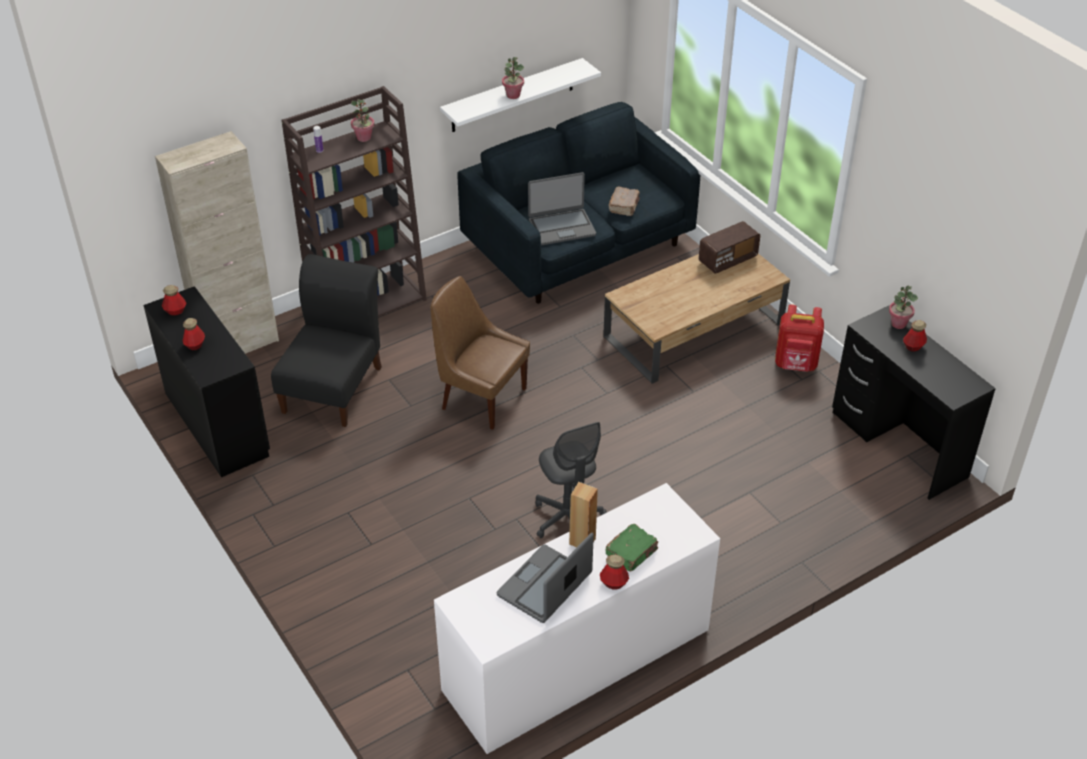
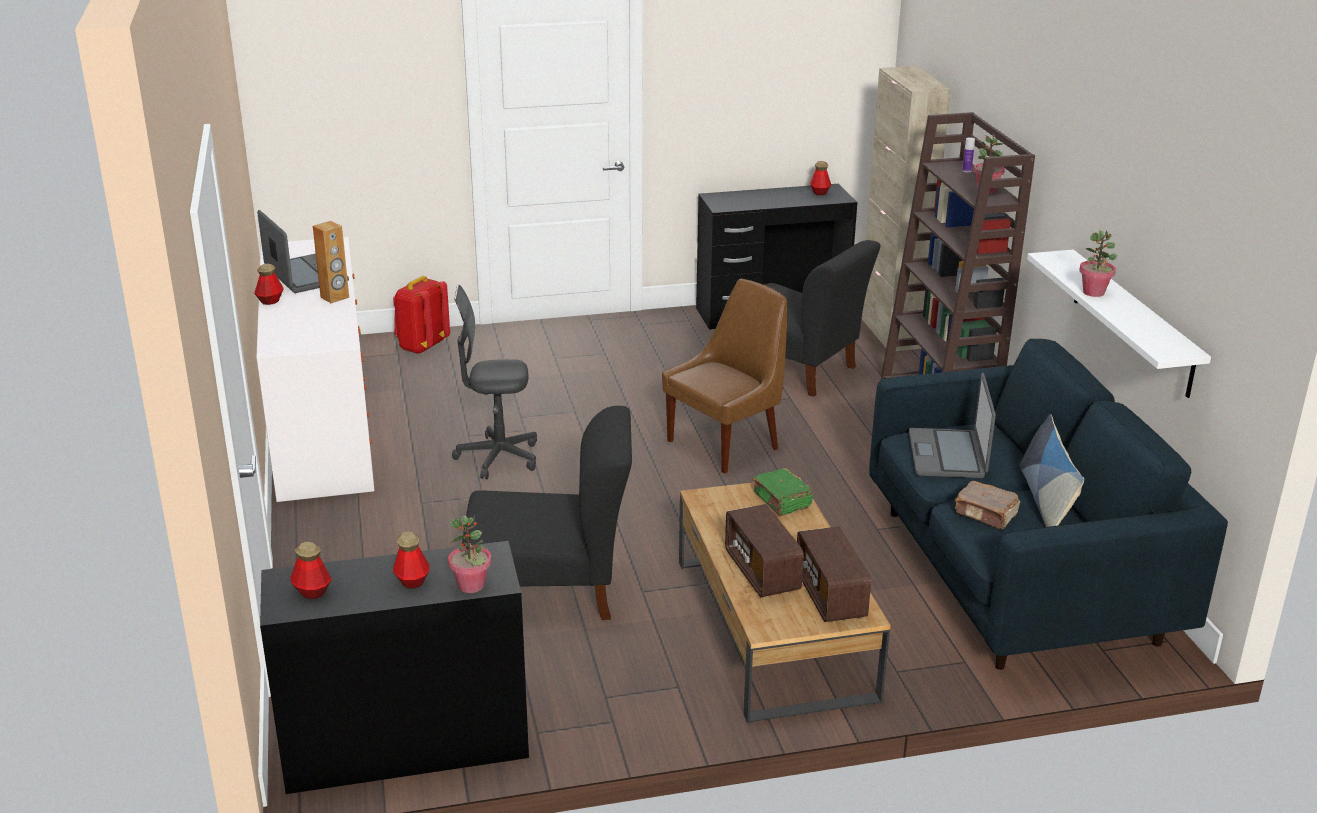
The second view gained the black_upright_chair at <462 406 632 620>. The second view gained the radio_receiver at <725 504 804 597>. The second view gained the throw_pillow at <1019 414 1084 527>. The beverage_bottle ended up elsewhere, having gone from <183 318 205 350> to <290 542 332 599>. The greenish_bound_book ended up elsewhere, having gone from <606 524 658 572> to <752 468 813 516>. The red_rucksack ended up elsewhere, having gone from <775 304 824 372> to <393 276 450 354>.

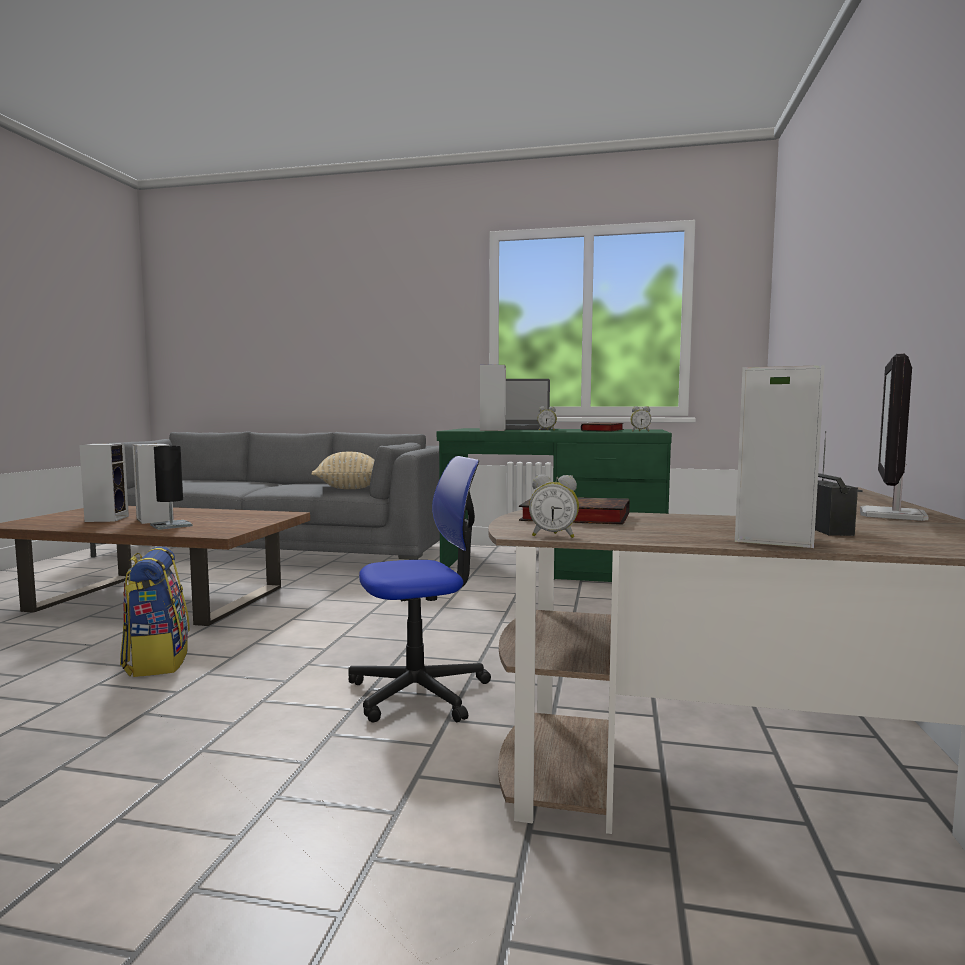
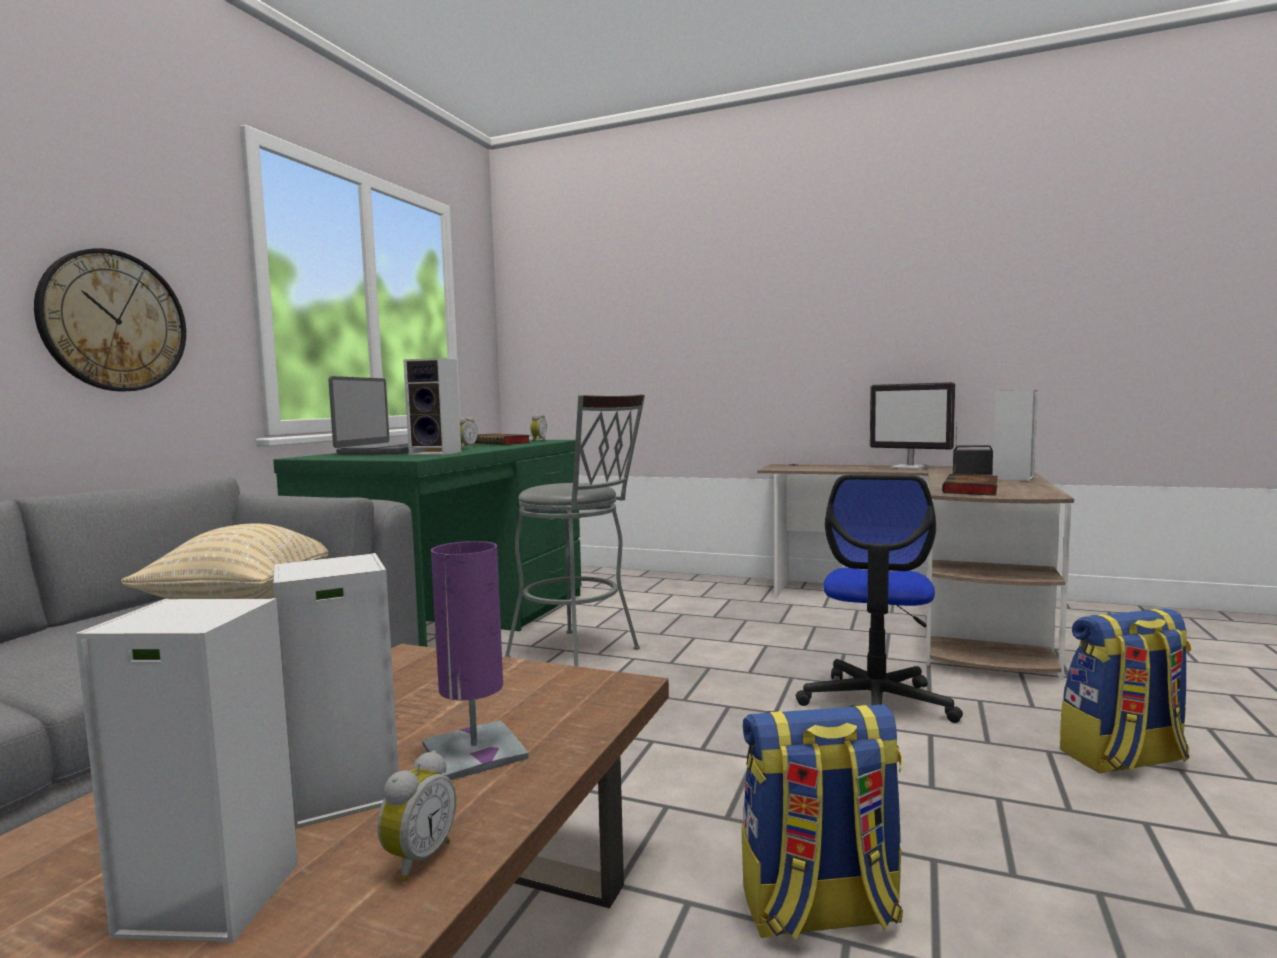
The second view gained the clock_on_the_wall at <34 248 186 392>. The second view gained the grey_stool_seat at <504 394 645 666>. The second view gained the rucksack at <1060 608 1192 774>. The table_clock ended up elsewhere, having gone from <529 474 579 538> to <377 750 456 882>. What was the black_lamp_for_a_table at <150 446 193 530> turned into the purplish_lamp_for_a_table at <423 541 528 780>. The computer_chair at <348 456 491 722> ended up facing another way, 150 degrees counterclockwise from before.

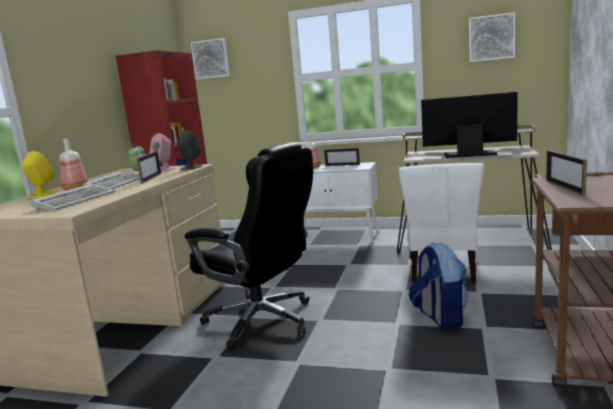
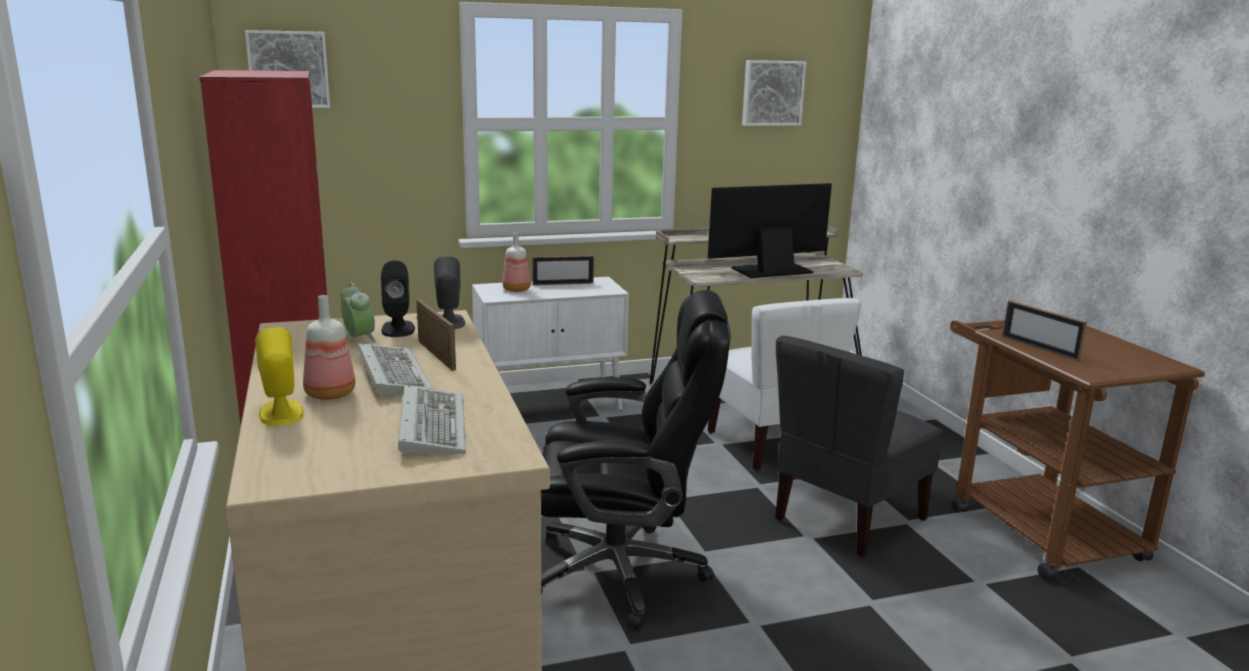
Where the rucksack stood at <409 242 468 330>, the grey_upright_chair came to stand at <775 336 943 557>. What was the pink-coloured_speaker at <149 133 176 172> turned into the black_speaker at <381 260 415 337>.

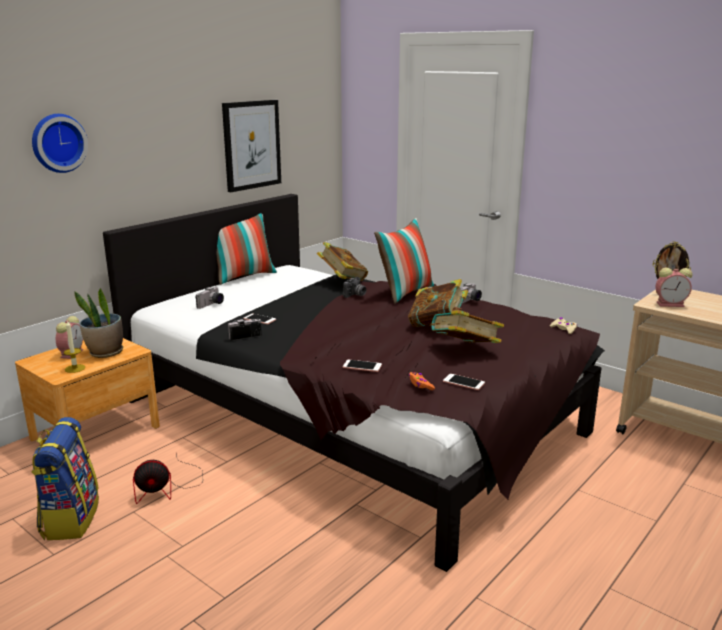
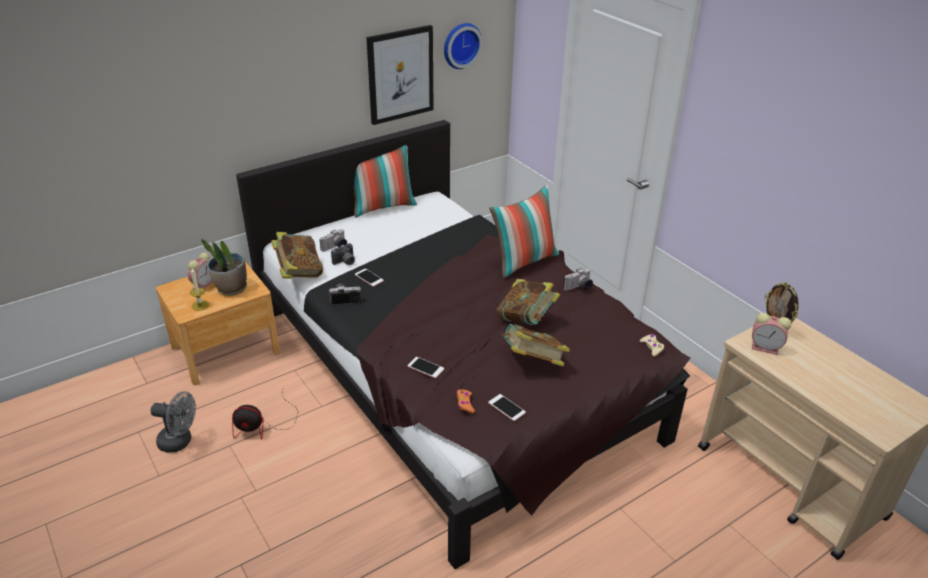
The clock_on_the_wall ended up elsewhere, having gone from <32 114 88 173> to <444 23 483 69>. The bound_book ended up elsewhere, having gone from <317 242 368 281> to <271 232 323 279>. The still_camera ended up elsewhere, having gone from <343 277 367 298> to <331 243 355 265>. Where the rucksack stood at <31 417 99 540>, the grey_electric_fan came to stand at <151 391 196 453>.

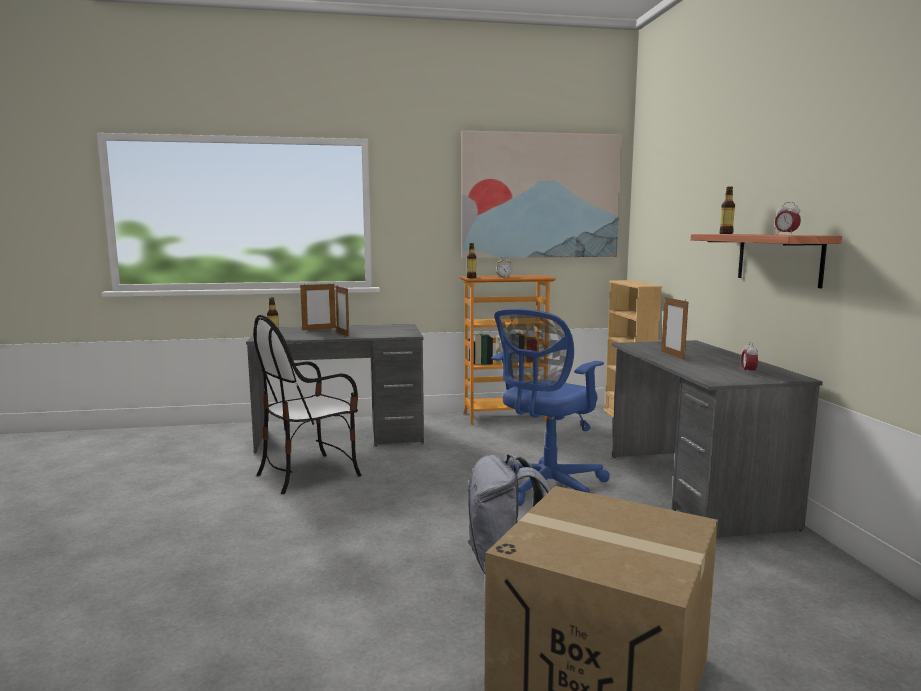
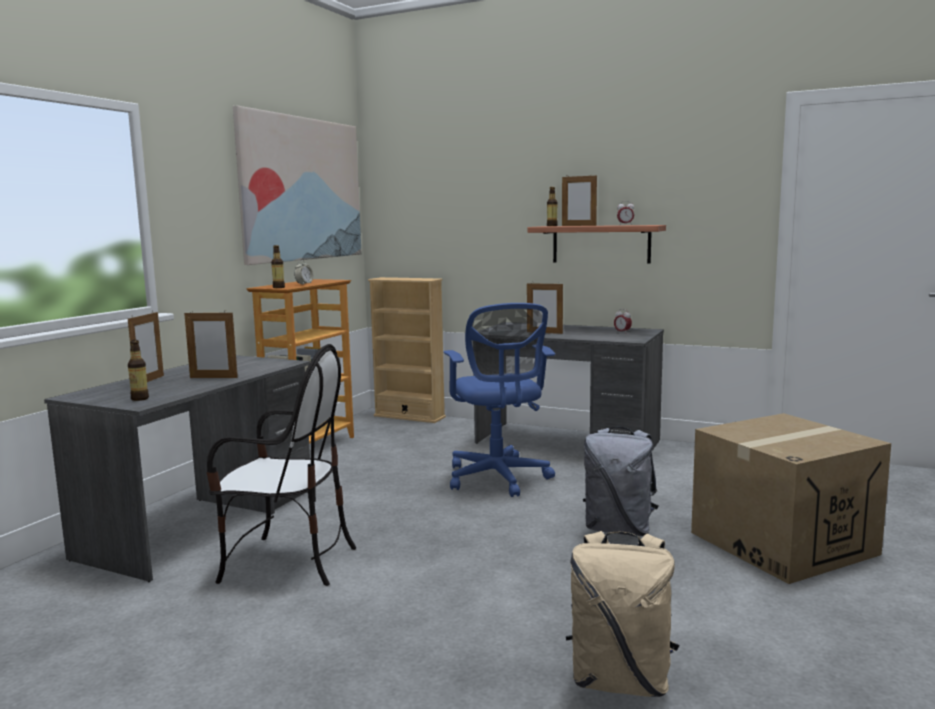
The second view gained the picture_frame at <562 174 597 226>. The second view gained the beige-coloured_rucksack at <566 531 679 697>. The upright_chair at <253 315 362 494> ended up facing another way, 75 degrees counterclockwise from before.

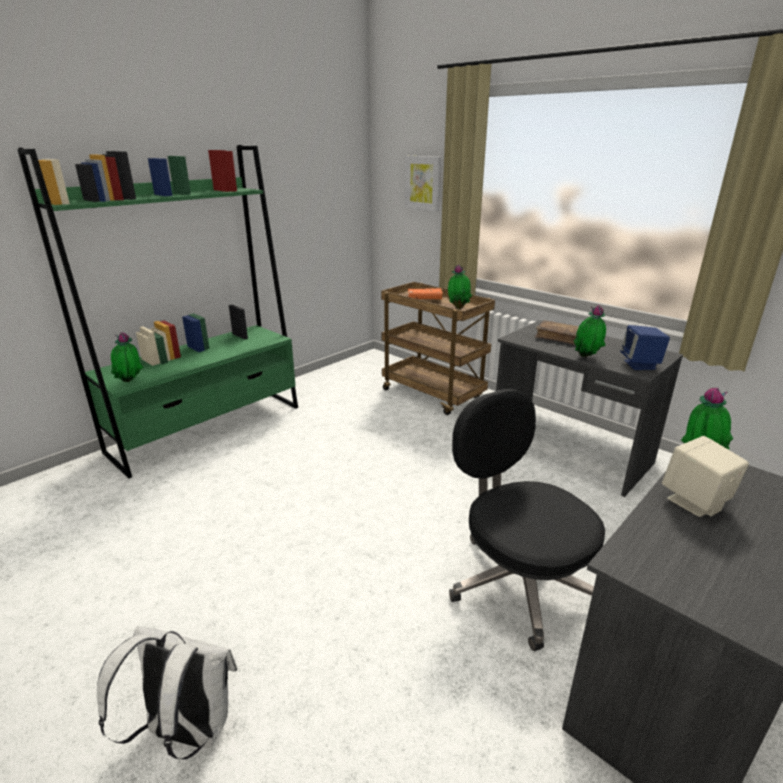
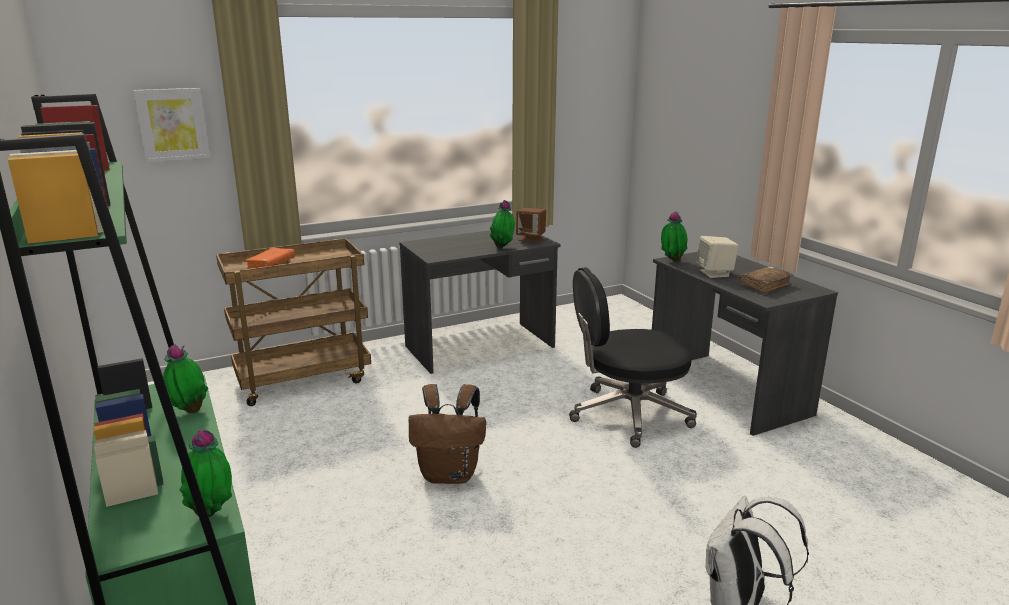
The second view gained the brownish_rucksack at <408 384 486 484>. The houseplant ended up elsewhere, having gone from <448 265 472 309> to <163 344 208 413>. The brownish_bound_book ended up elsewhere, having gone from <535 320 579 345> to <739 266 794 294>. What was the bluish_speaker at <620 325 670 370> turned into the brownish_speaker at <516 208 546 243>.

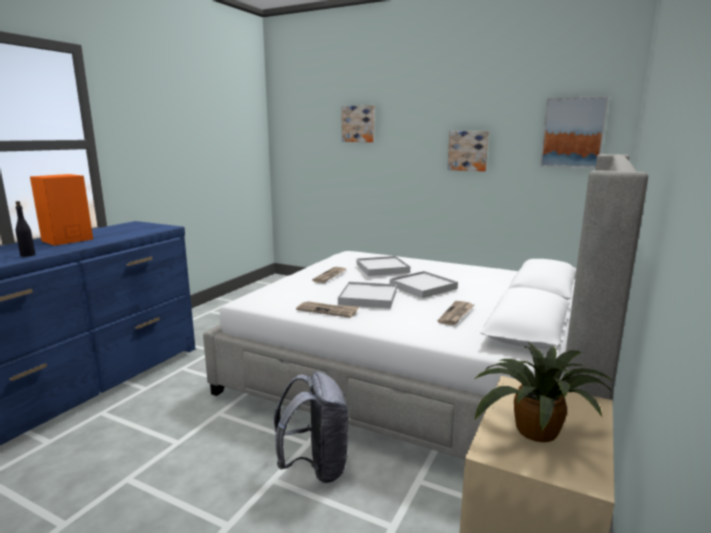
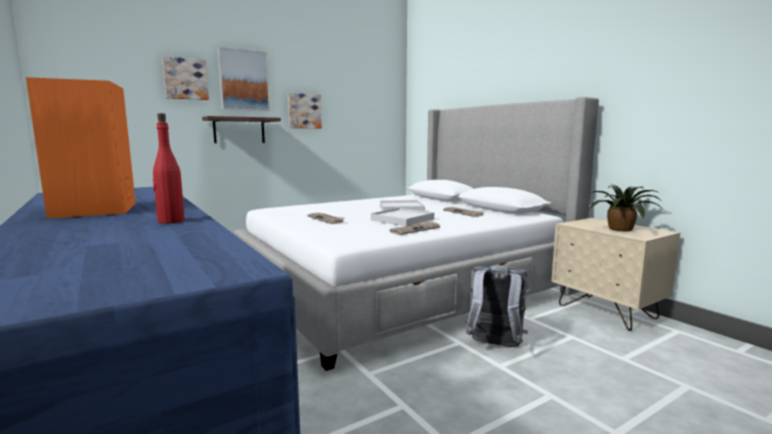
The second view lost the white-coloured_tray at <357 256 410 276>. The second view gained the shelf at <202 116 281 143>. The picture ended up elsewhere, having gone from <540 96 609 168> to <218 47 270 111>. What was the black_beverage_bottle at <15 201 35 257> turned into the red_beverage_bottle at <152 113 185 224>.

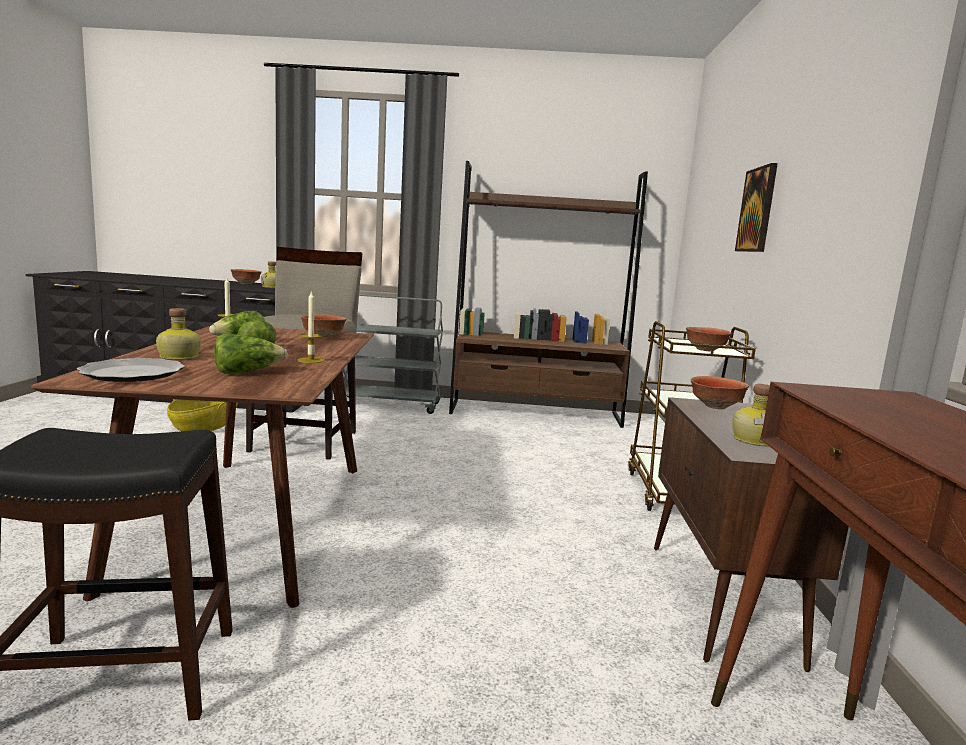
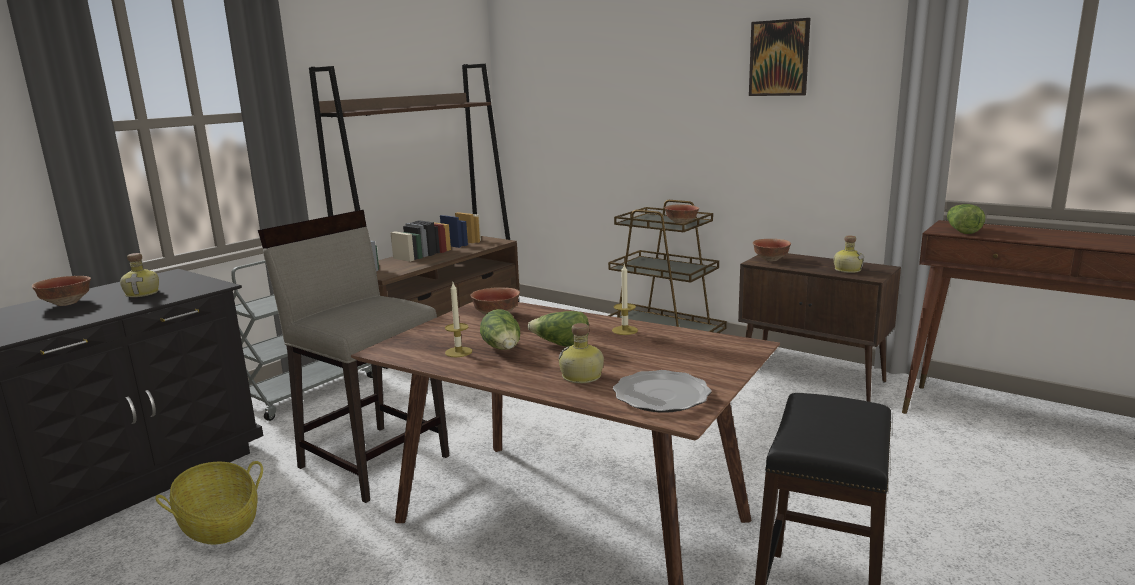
The lettuce_head ended up elsewhere, having gone from <214 334 288 374> to <947 204 985 234>. The picture ended up elsewhere, having gone from <735 163 778 252> to <749 18 810 96>.

